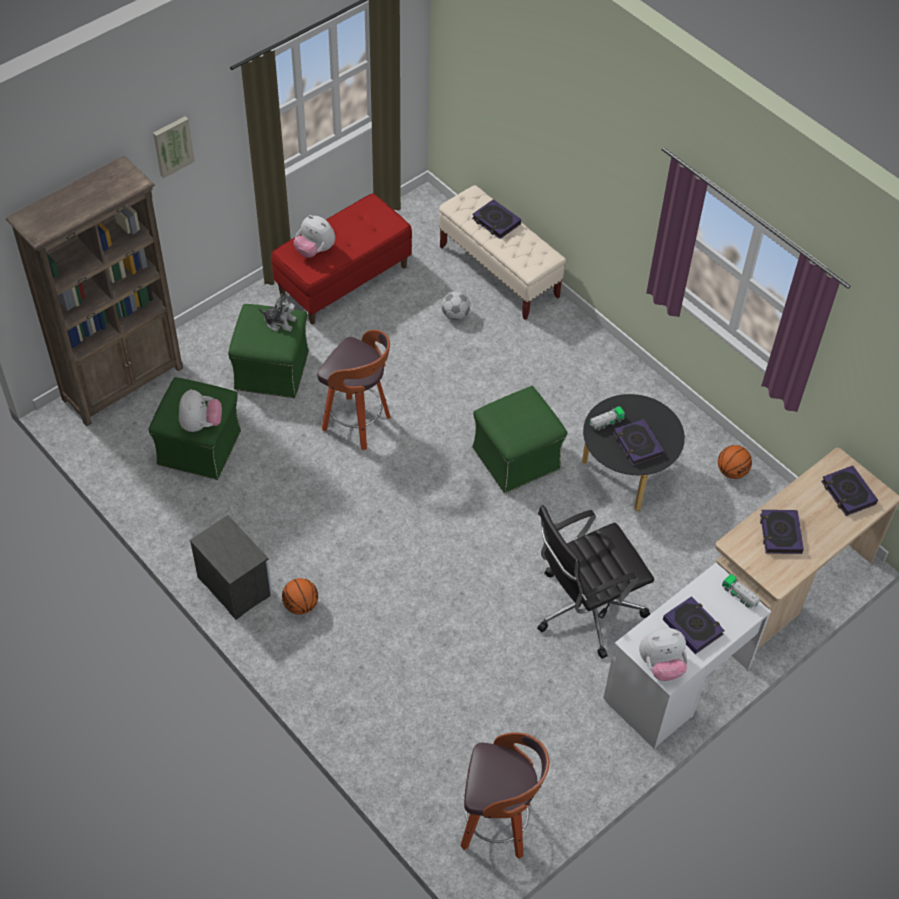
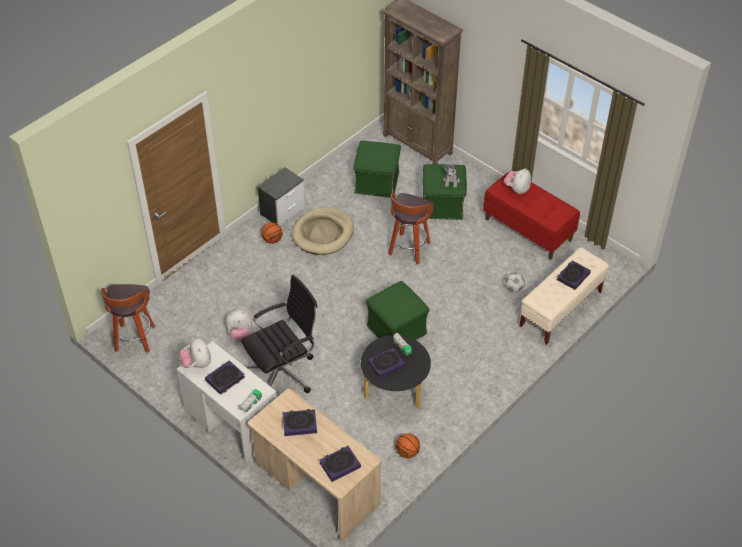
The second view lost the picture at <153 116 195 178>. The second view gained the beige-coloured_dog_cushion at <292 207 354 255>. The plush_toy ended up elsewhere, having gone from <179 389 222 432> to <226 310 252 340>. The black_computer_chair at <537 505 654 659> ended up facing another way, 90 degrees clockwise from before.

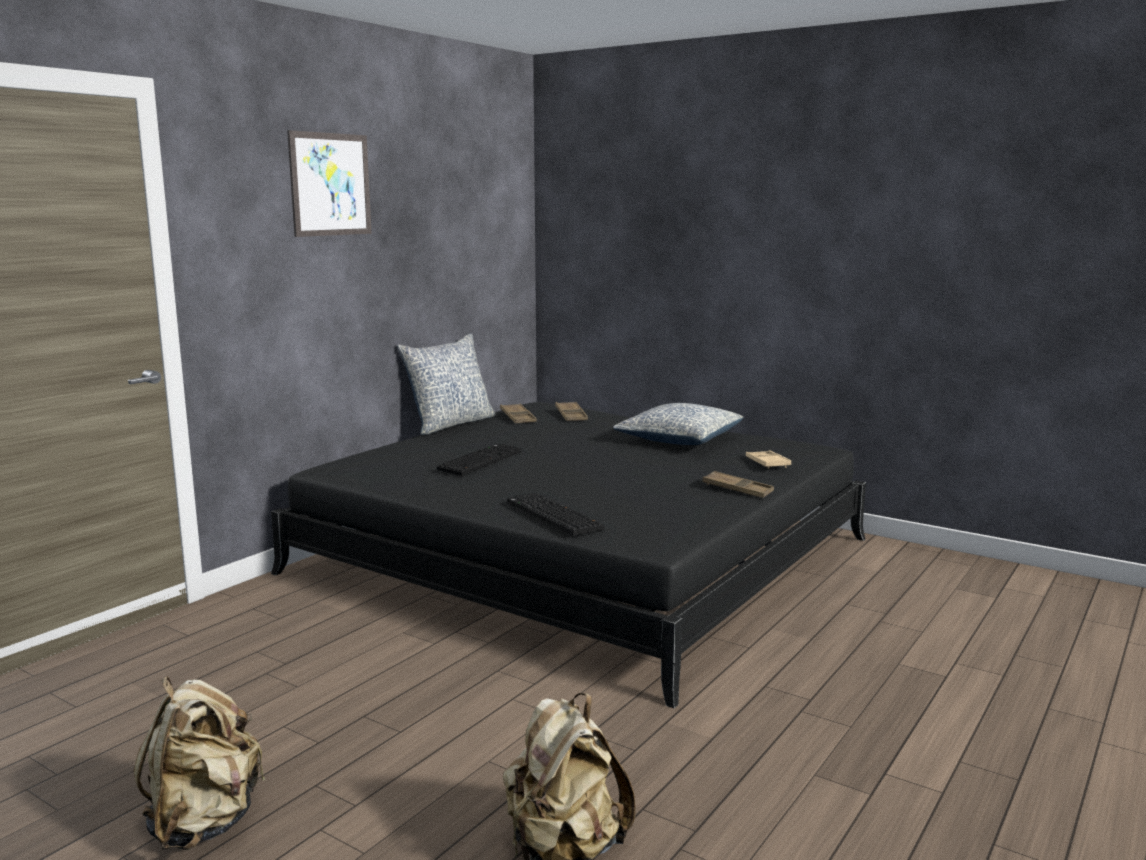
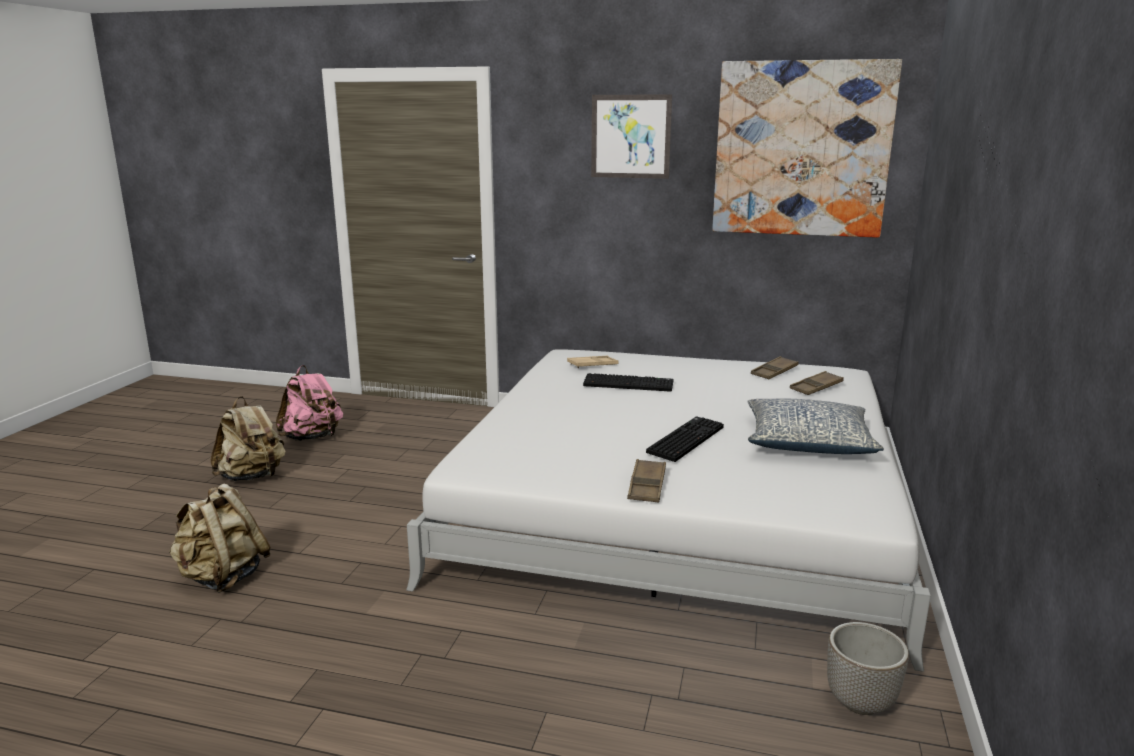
The second view lost the throw_pillow at <397 333 496 435>. The second view gained the pink-coloured_rucksack at <276 365 343 441>. The second view gained the picture at <712 59 902 238>. The second view gained the planter at <827 622 909 715>. The keyboard ended up elsewhere, having gone from <507 493 604 535> to <646 416 724 462>. The beige-coloured_tray ended up elsewhere, having gone from <746 450 791 469> to <567 356 619 368>. What was the black_bed at <271 402 866 708> turned into the white-coloured_bed at <406 349 931 672>.

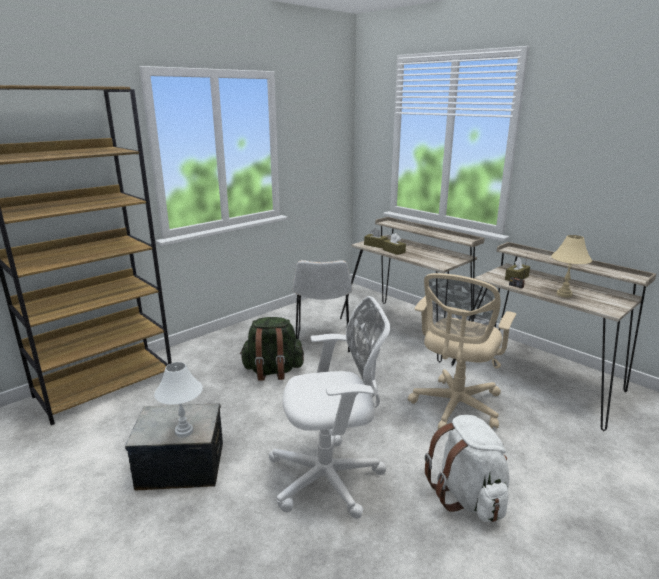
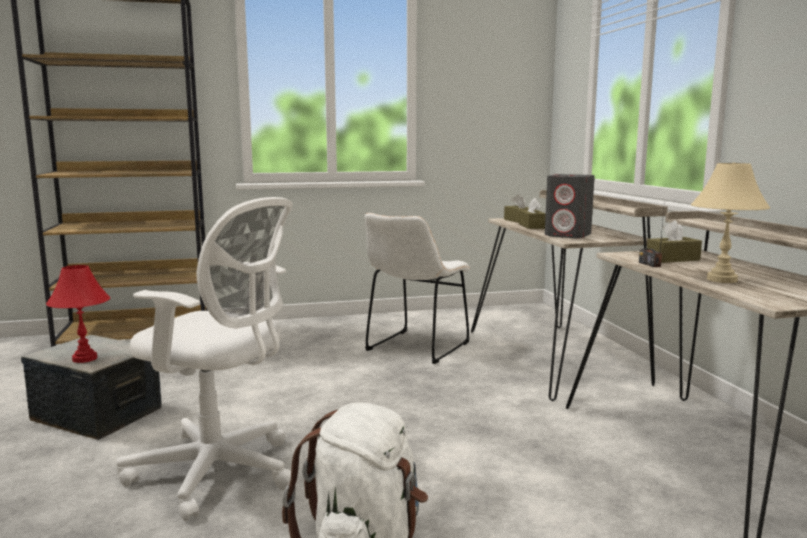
The second view lost the greenish_rucksack at <240 317 304 381>. The second view lost the beige-coloured_computer_chair at <408 273 516 429>. The second view gained the grey_speaker at <545 174 595 239>. What was the white-coloured_lamp_for_a_table at <154 362 203 437> turned into the red_lamp_for_a_table at <46 265 110 363>.

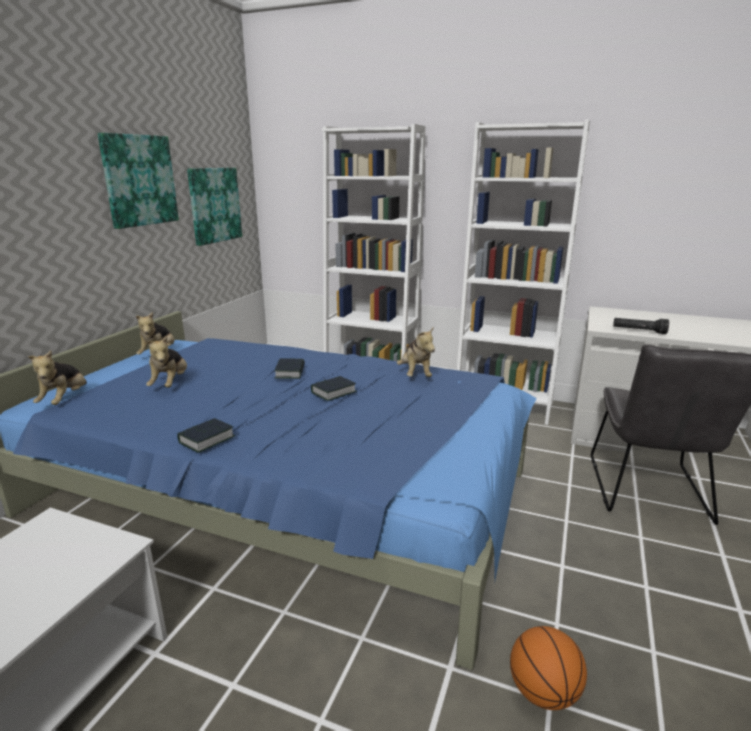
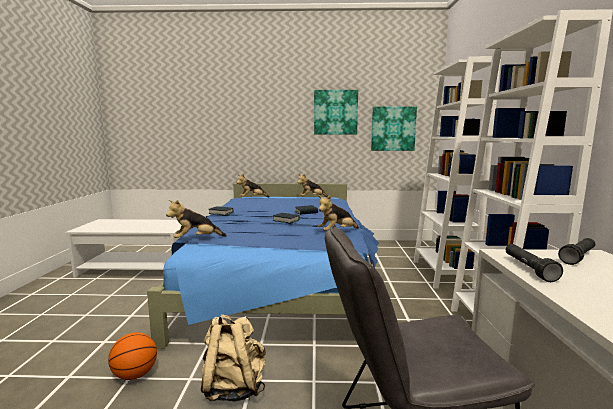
The second view gained the beige-coloured_rucksack at <201 314 266 401>. The second view gained the black_flashlight at <558 238 595 265>. The plush_toy ended up elsewhere, having gone from <146 336 187 388> to <166 200 227 238>.

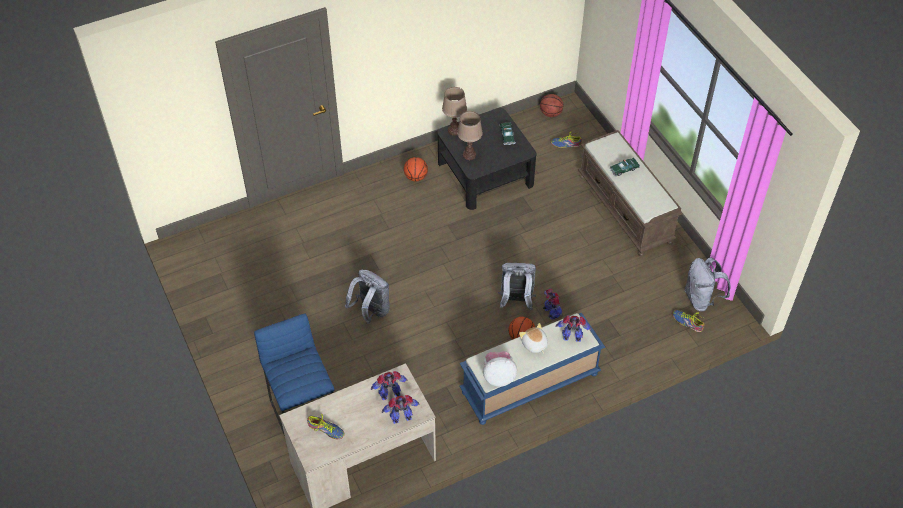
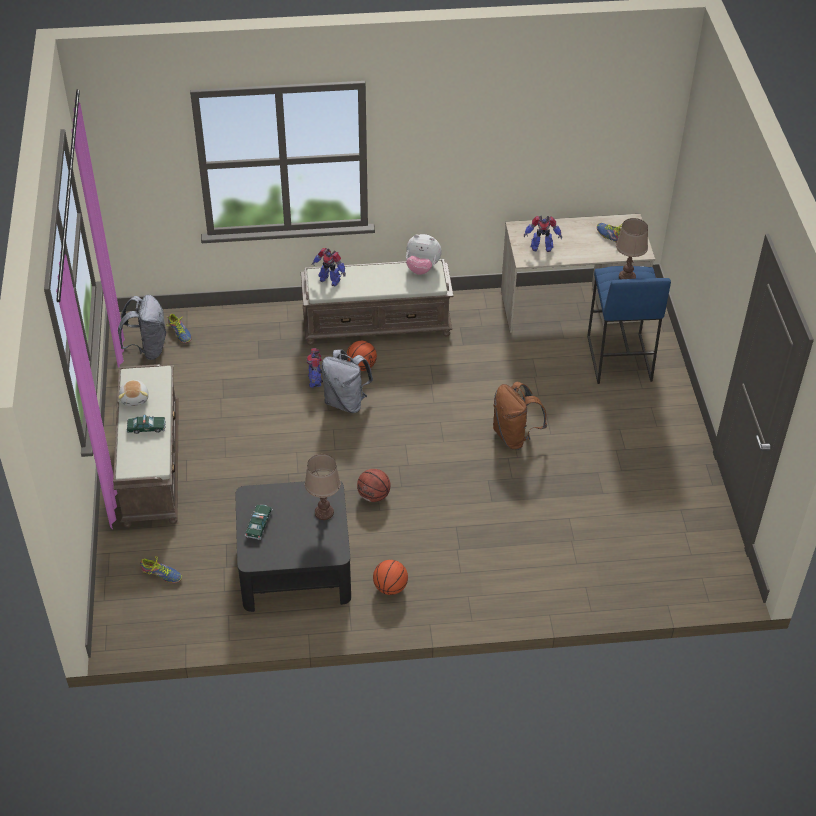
The second view lost the model_robot at <382 395 420 424>. The brownish_lamp_for_a_table ended up elsewhere, having gone from <442 87 467 136> to <616 218 648 280>. The plush_toy ended up elsewhere, having gone from <519 323 548 354> to <118 380 148 406>. The ball_for_basketball ended up elsewhere, having gone from <540 94 564 117> to <357 469 390 502>. What was the grey_rucksack at <345 270 390 324> turned into the brownish_rucksack at <493 382 547 450>. What was the bluish_bench at <459 313 605 425> turned into the brownish_bench at <301 259 454 346>.

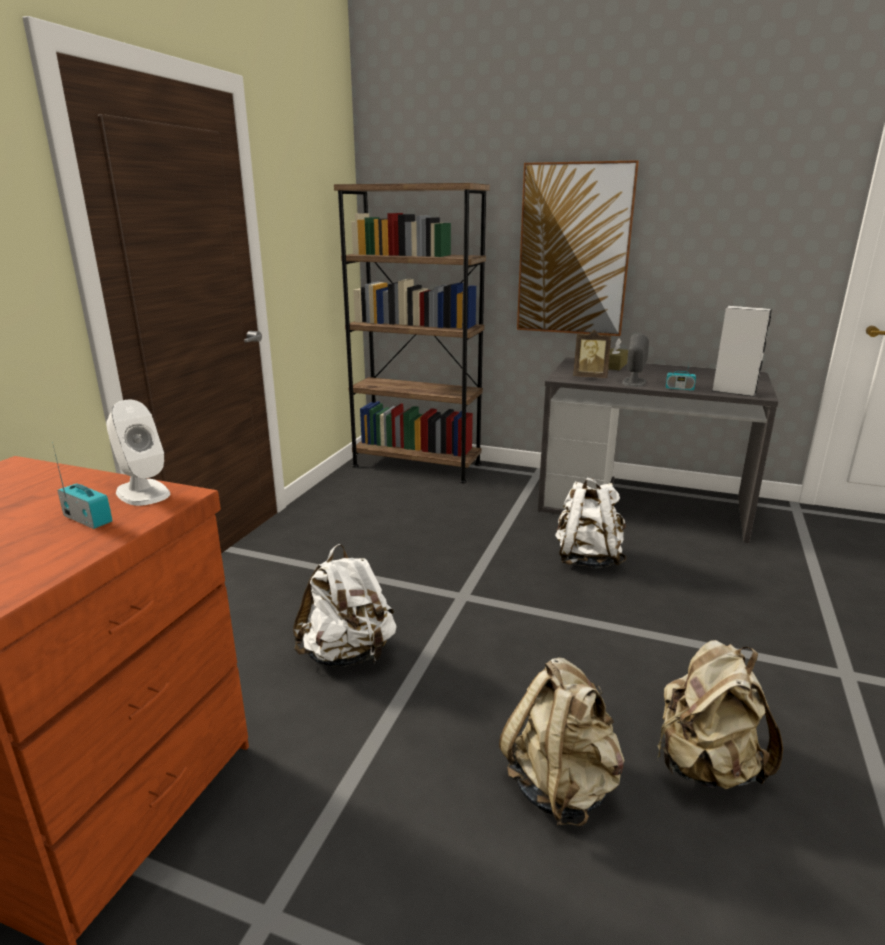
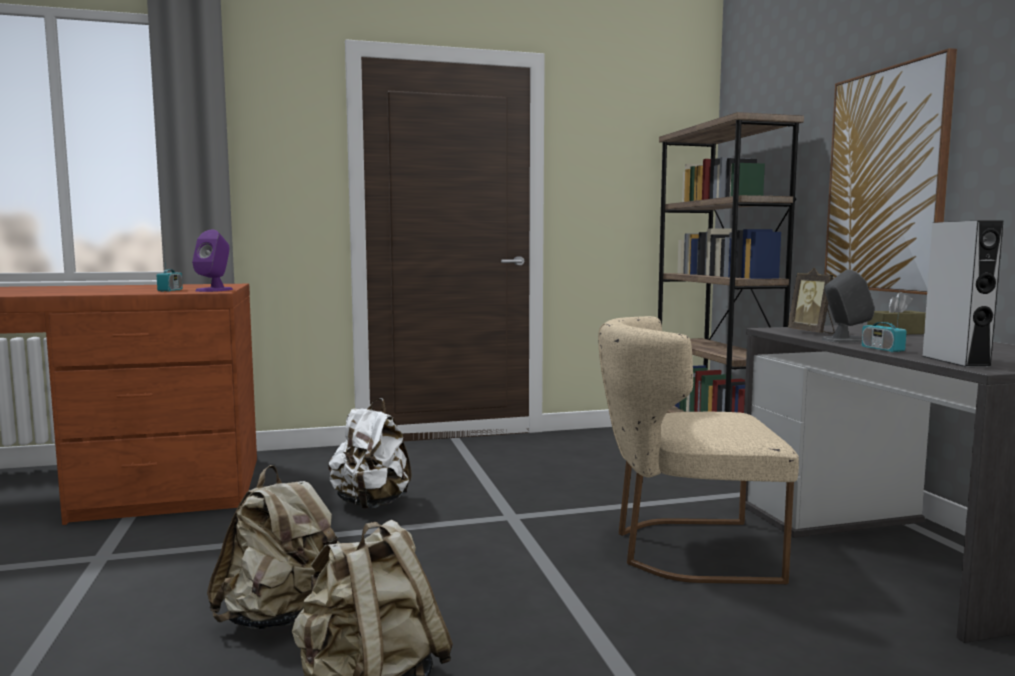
Where the white-coloured_rucksack stood at <555 477 626 568>, the beige-coloured_upright_chair came to stand at <598 316 799 584>. What was the white-coloured_speaker at <107 400 170 506> turned into the purplish_speaker at <192 230 233 292>.

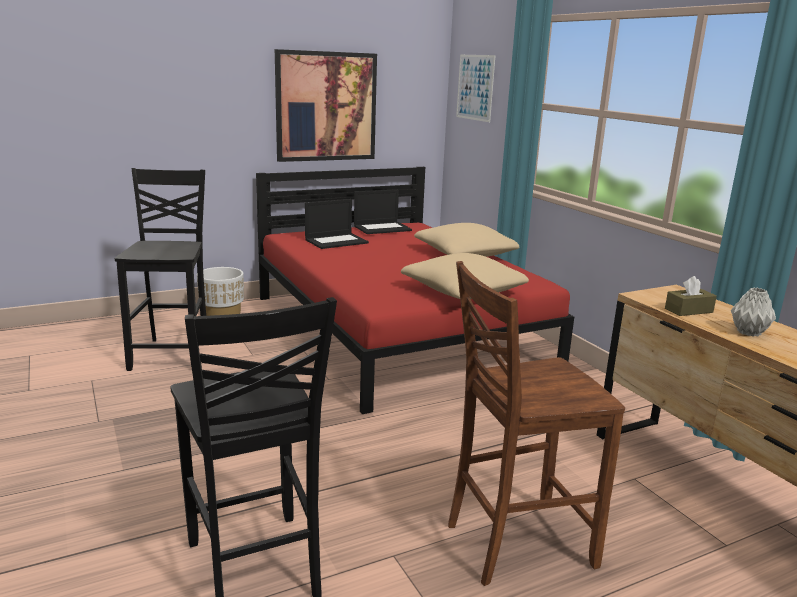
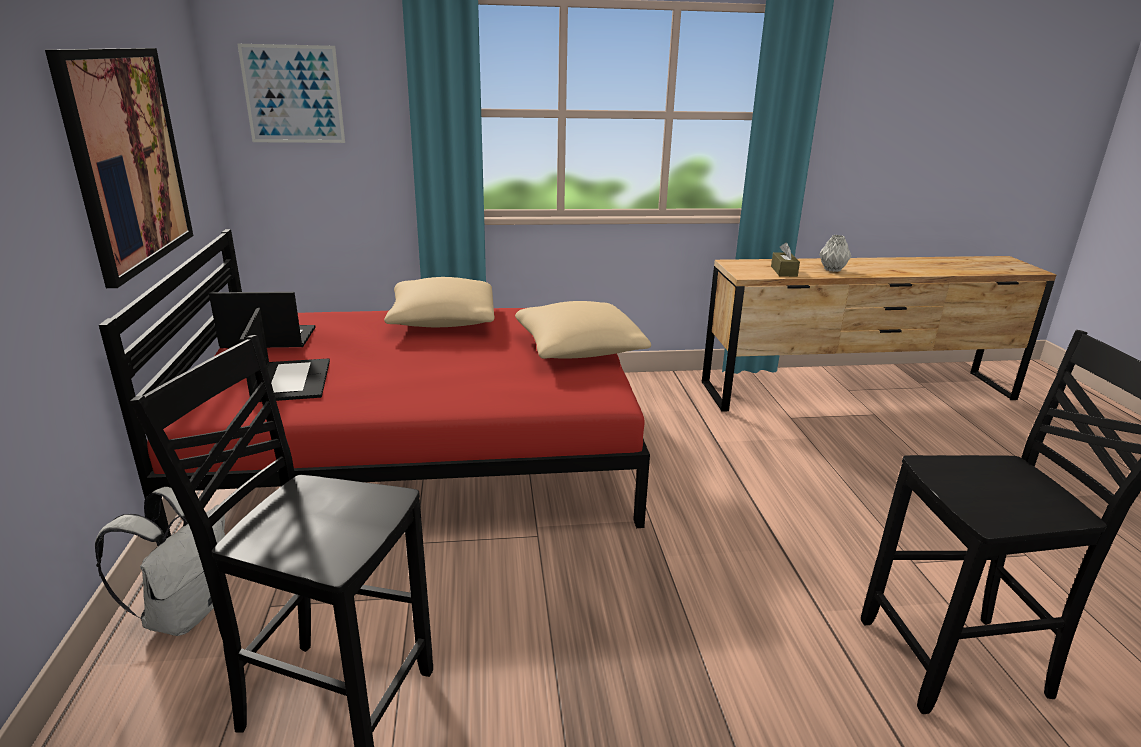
The second view lost the brownish_upright_chair at <448 261 625 586>. Where the white-coloured_planter stood at <197 267 244 316>, the white-coloured_rucksack came to stand at <95 487 225 636>. The notebook_computer at <354 189 412 234> ended up facing another way, 90 degrees counterclockwise from before.

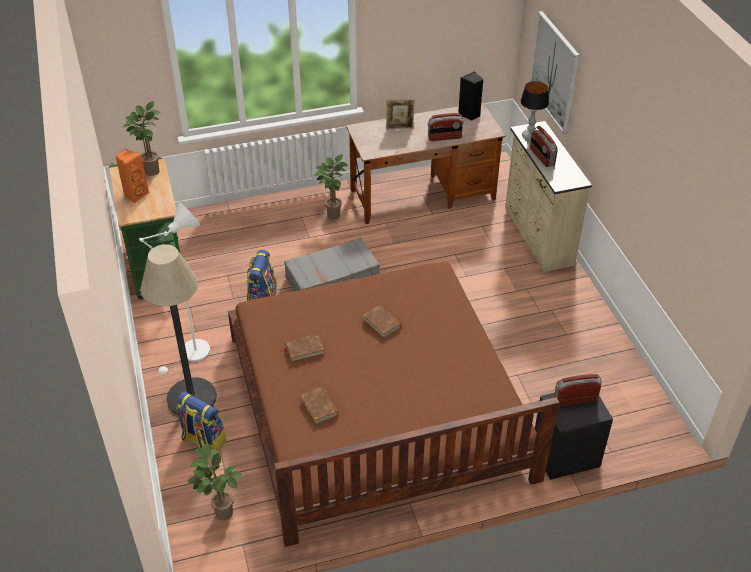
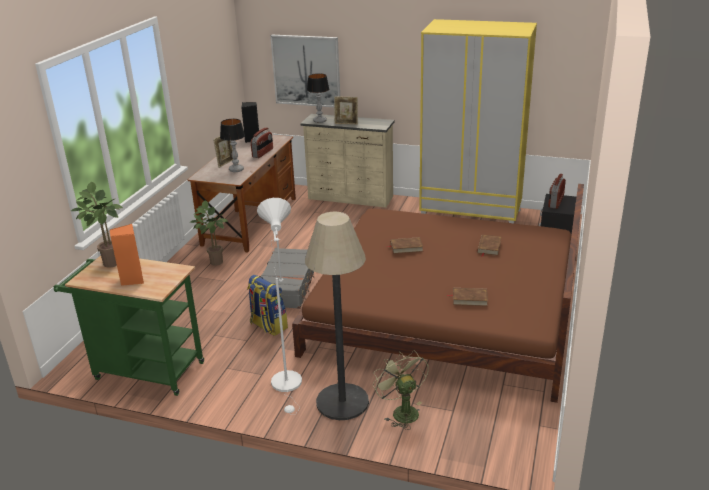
The second view lost the houseplant at <188 444 242 520>. The second view gained the lamp_for_a_table at <220 119 245 172>. The second view gained the yellowish_armoire at <419 19 537 223>. The brownish_bound_book ended up elsewhere, having gone from <281 334 325 362> to <477 235 501 257>. Where the rucksack stood at <177 392 226 451>, the greenish_electric_fan came to stand at <373 350 429 430>. Where the radio_receiver stood at <530 126 558 167>, the picture_frame came to stand at <334 96 358 125>.

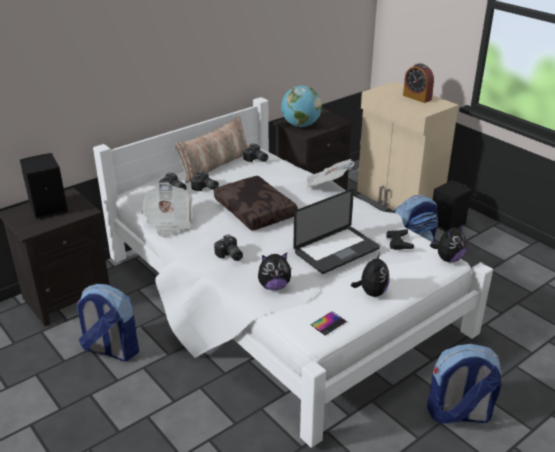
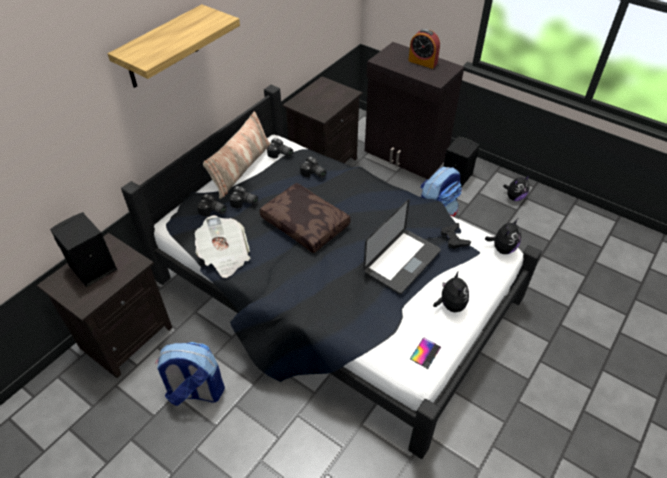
The second view lost the globe at <281 86 322 127>. The second view lost the newspaper at <307 159 354 188>. The second view lost the rucksack at <427 344 502 424>. The second view gained the shelf at <108 4 240 88>. The still_camera ended up elsewhere, having gone from <214 234 243 261> to <300 157 327 178>. The plush_toy ended up elsewhere, having gone from <258 253 291 290> to <503 175 530 201>. What was the white-coloured_bed at <93 97 493 448> turned into the black_bed at <121 85 542 459>. What was the beige-coloured_cupboard at <357 81 459 211> turned into the black_cupboard at <365 42 464 179>.

